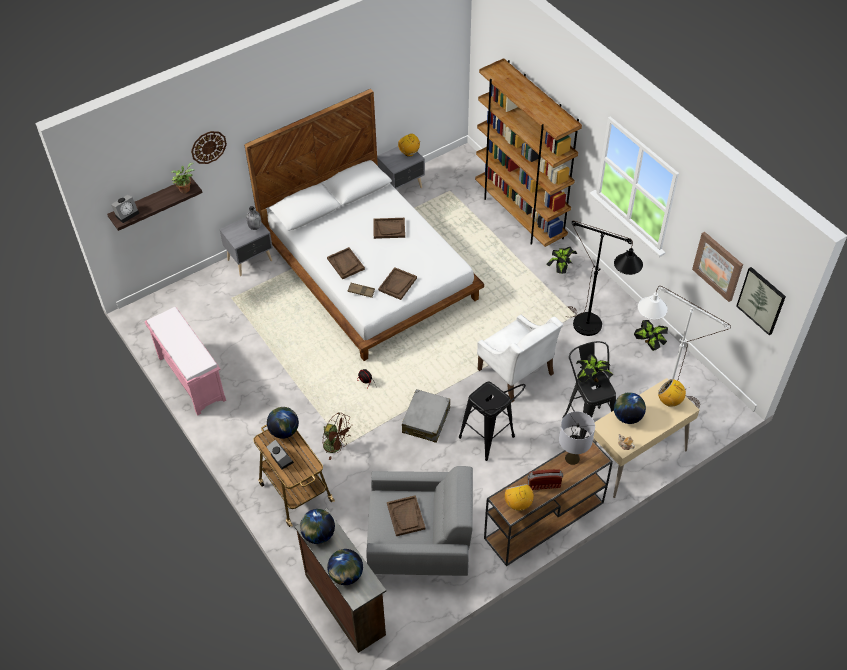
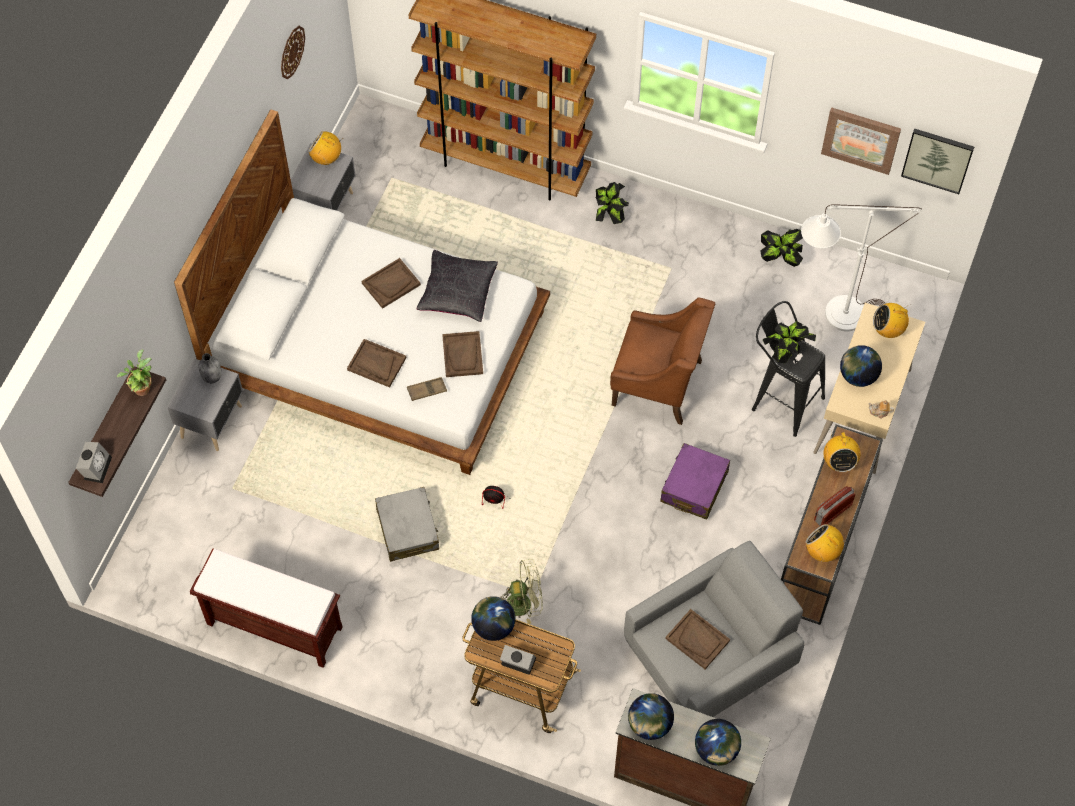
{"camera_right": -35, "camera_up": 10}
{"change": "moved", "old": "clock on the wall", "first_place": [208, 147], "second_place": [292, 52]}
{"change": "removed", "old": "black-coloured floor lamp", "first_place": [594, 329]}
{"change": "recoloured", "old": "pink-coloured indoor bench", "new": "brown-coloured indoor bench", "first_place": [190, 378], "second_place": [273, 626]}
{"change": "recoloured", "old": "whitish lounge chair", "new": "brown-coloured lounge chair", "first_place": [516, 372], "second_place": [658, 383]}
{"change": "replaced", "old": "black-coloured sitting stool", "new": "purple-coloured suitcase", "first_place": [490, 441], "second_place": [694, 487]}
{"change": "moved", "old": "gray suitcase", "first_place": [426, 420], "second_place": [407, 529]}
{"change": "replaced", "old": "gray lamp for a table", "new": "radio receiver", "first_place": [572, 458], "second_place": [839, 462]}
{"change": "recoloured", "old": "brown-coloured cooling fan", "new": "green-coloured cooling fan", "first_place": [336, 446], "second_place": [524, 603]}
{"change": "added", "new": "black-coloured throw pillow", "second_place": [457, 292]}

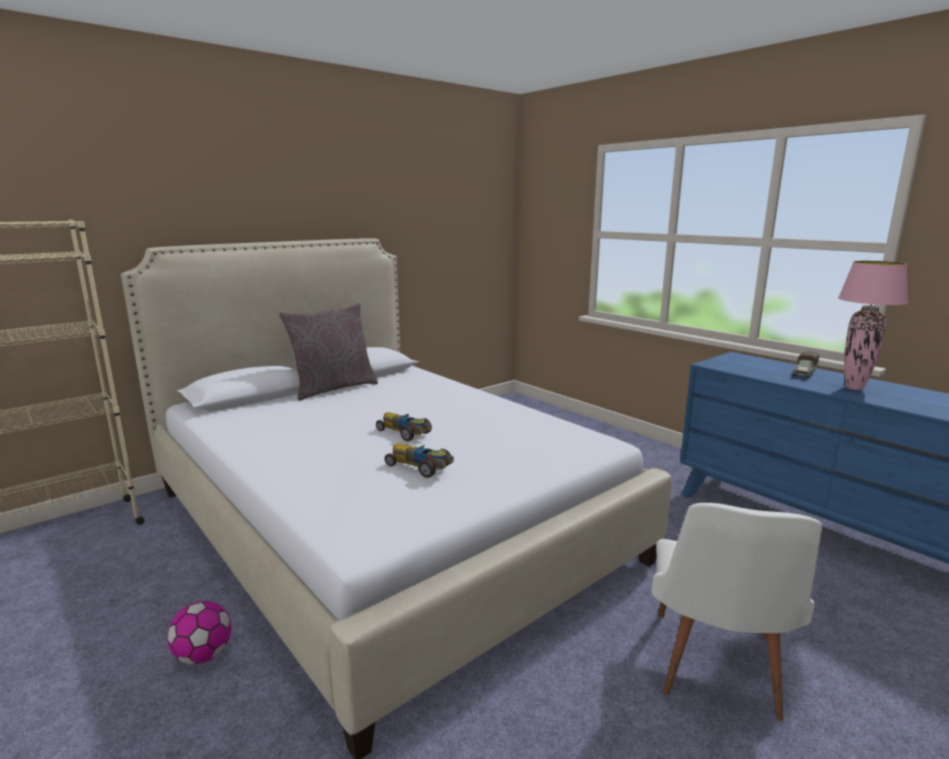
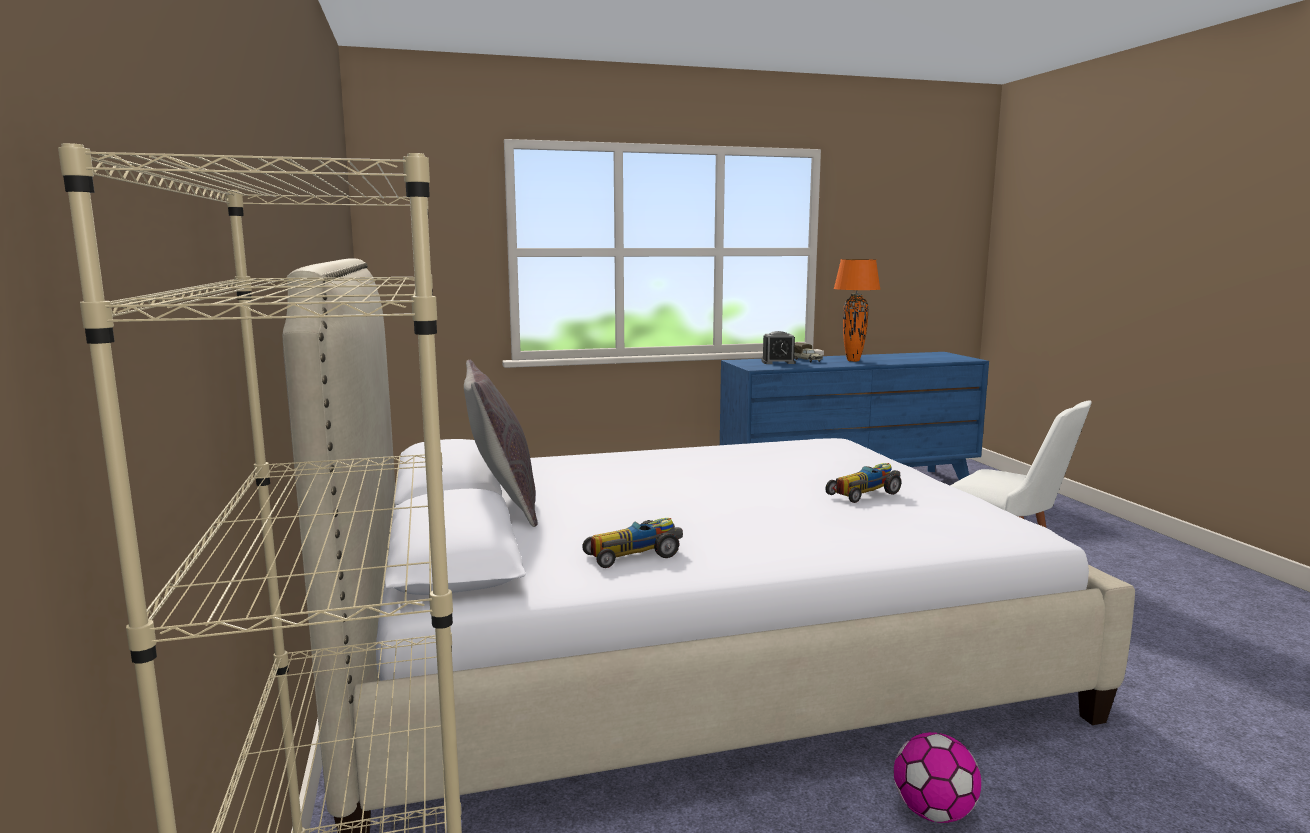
{"camera_right": -65, "camera_up": -5}
{"change": "recoloured", "old": "pink-coloured lamp for a table", "new": "orangey lamp for a table", "first_place": [855, 388], "second_place": [853, 360]}
{"change": "moved", "old": "miniature car", "first_place": [405, 433], "second_place": [635, 554]}
{"change": "added", "new": "alarm clock", "second_place": [778, 362]}

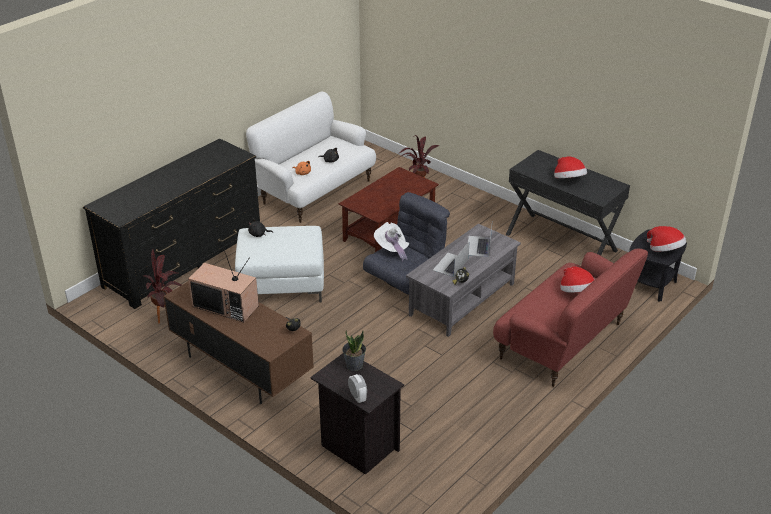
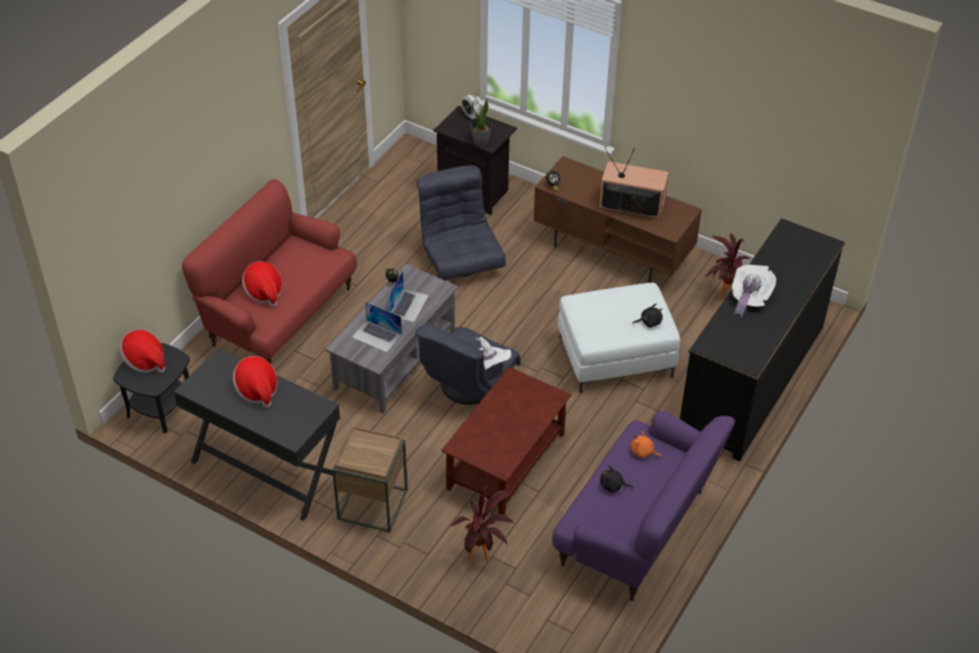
{"camera_right": 170, "camera_up": 10}
{"change": "recoloured", "old": "whitish sofa", "new": "purple-coloured sofa", "first_place": [315, 191], "second_place": [636, 530]}
{"change": "turned", "old": "notebook computer", "first_place": [478, 246], "second_place": [377, 336], "degrees": 120}
{"change": "added", "new": "gray lounge chair", "second_place": [460, 260]}
{"change": "added", "new": "whitish clothing hat", "second_place": [749, 298]}
{"change": "added", "new": "brown-coloured side table", "second_place": [372, 504]}

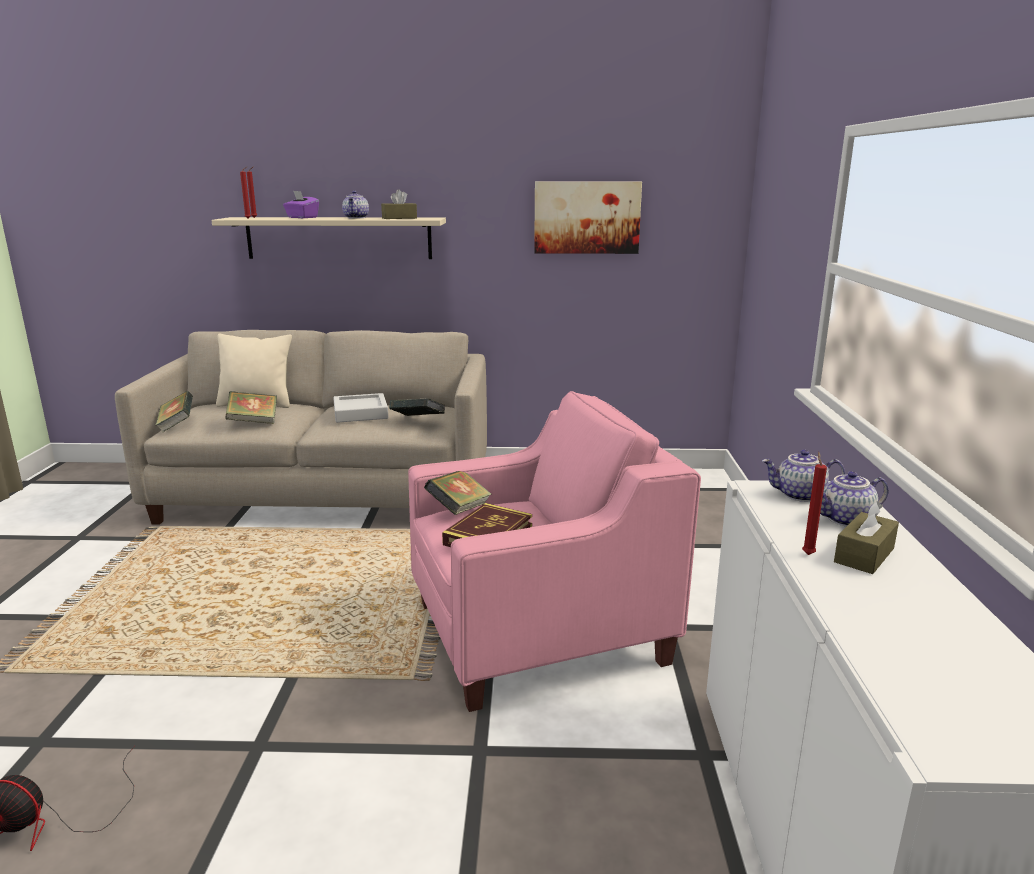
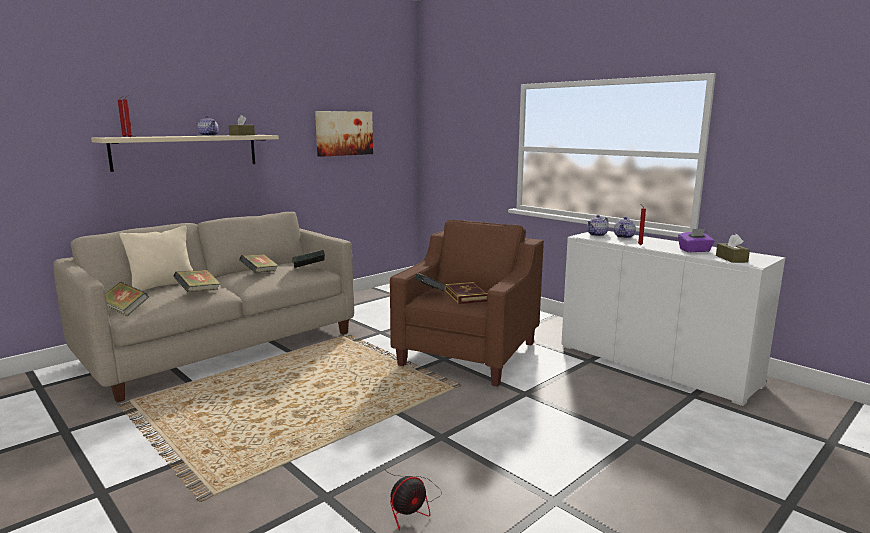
{"camera_right": -45, "camera_up": -5}
{"change": "moved", "old": "purple-coloured box of tissues", "first_place": [302, 217], "second_place": [694, 250]}
{"change": "recoloured", "old": "pink-coloured lounge chair", "new": "brown-coloured lounge chair", "first_place": [539, 633], "second_place": [469, 354]}
{"change": "replaced", "old": "gray serving tray", "new": "bound book", "first_place": [360, 413], "second_place": [260, 273]}
{"change": "moved", "old": "brown-coloured box of tissues", "first_place": [864, 555], "second_place": [731, 259]}

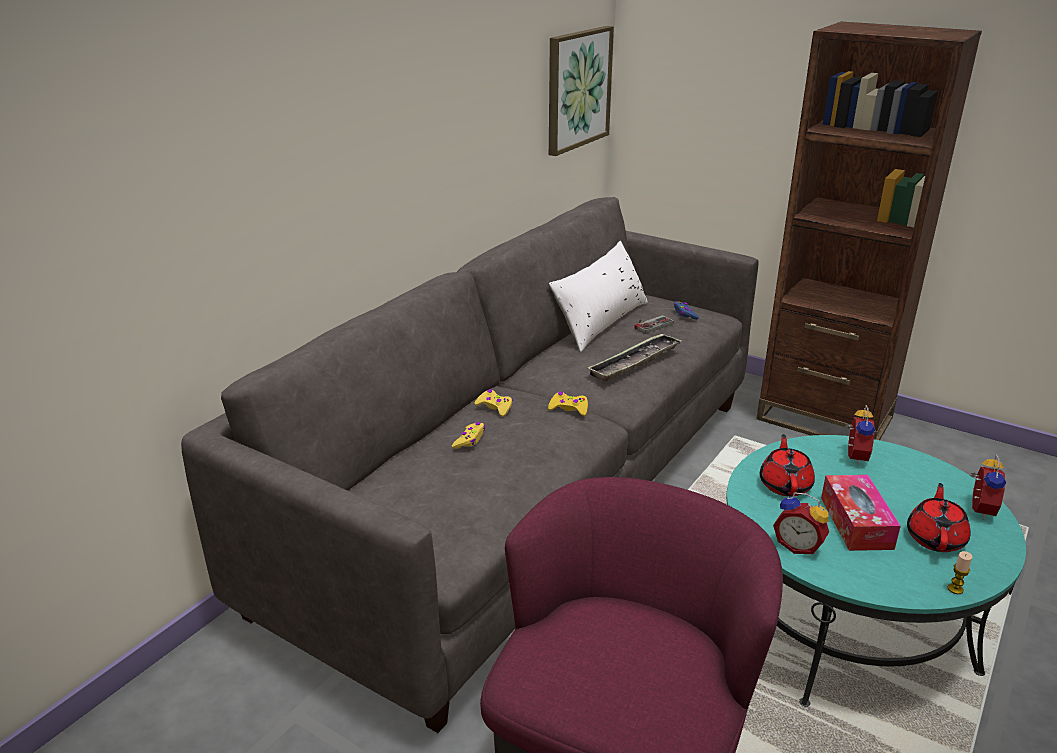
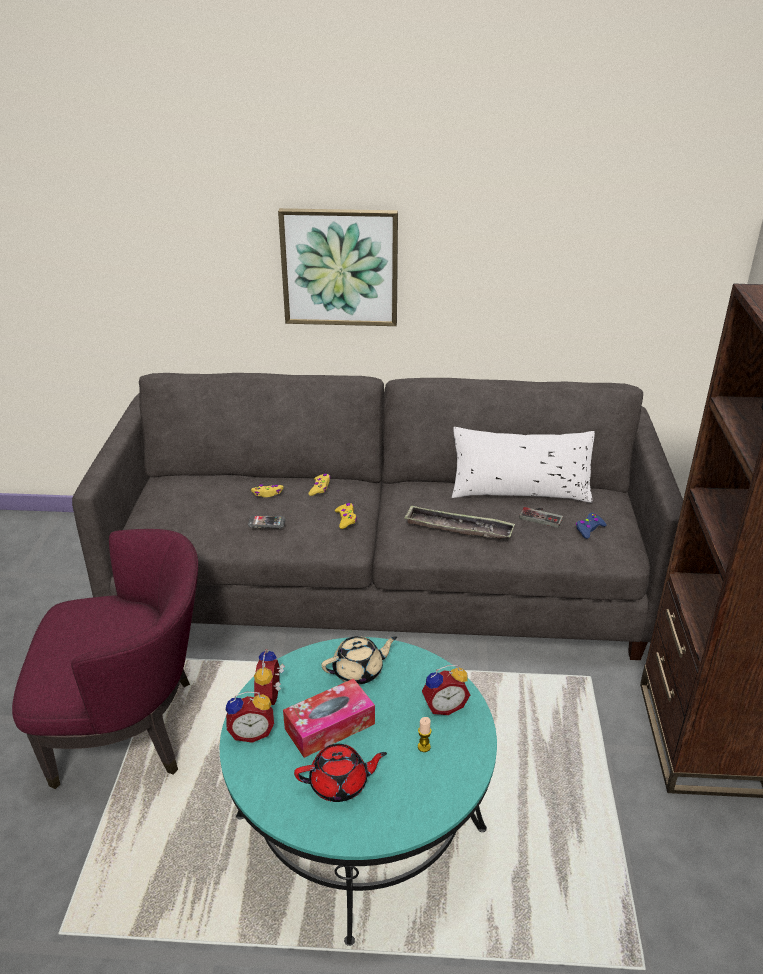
{"camera_right": 60, "camera_up": 5}
{"change": "moved", "old": "picture", "first_place": [577, 89], "second_place": [340, 267]}
{"change": "recoloured", "old": "red tea pot", "new": "sand-coloured tea pot", "first_place": [785, 485], "second_place": [359, 671]}
{"change": "moved", "old": "alarm clock", "first_place": [978, 509], "second_place": [251, 732]}
{"change": "moved", "old": "wax candle", "first_place": [955, 589], "second_place": [424, 747]}
{"change": "added", "new": "phone", "second_place": [266, 523]}

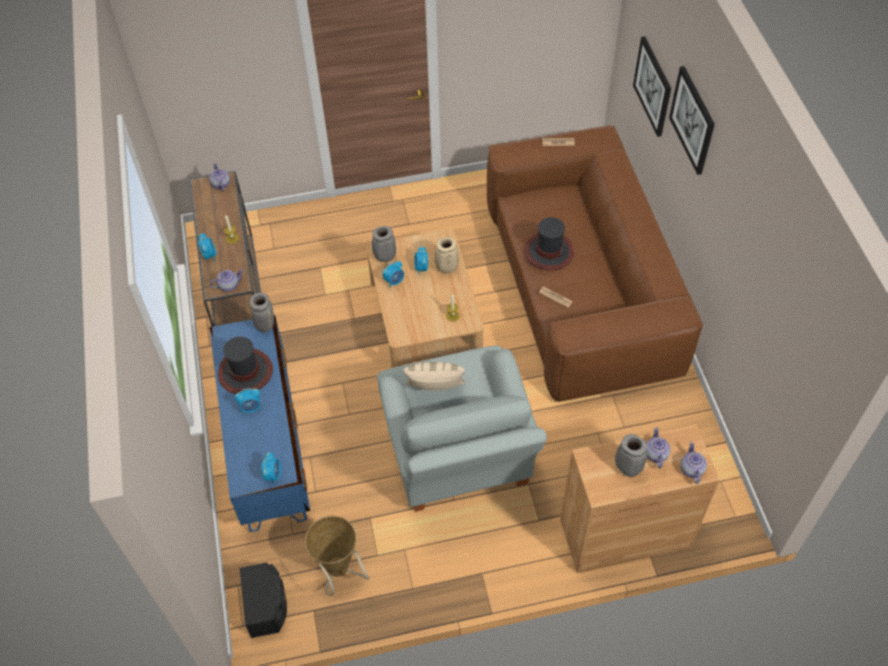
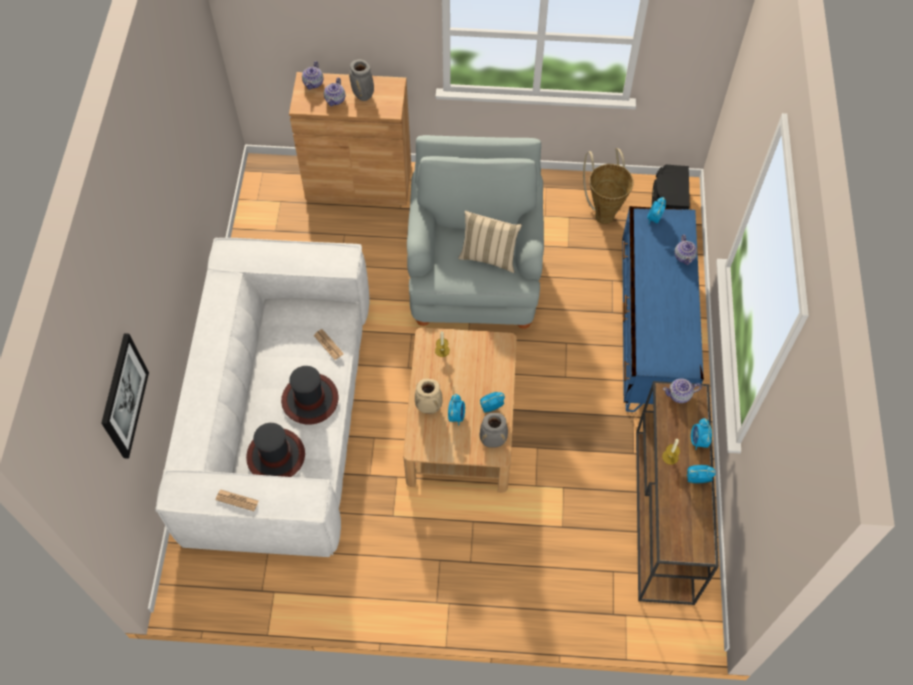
{"camera_right": -165, "camera_up": 5}
{"change": "removed", "old": "picture", "first_place": [693, 120]}
{"change": "recoloured", "old": "brown-coloured sofa", "new": "whitish sofa", "first_place": [581, 287], "second_place": [280, 416]}
{"change": "moved", "old": "tea pot", "first_place": [220, 184], "second_place": [684, 256]}
{"change": "removed", "old": "gray decorative vase", "first_place": [265, 325]}
{"change": "moved", "old": "clothing hat", "first_place": [245, 372], "second_place": [275, 456]}
{"change": "moved", "old": "alarm clock", "first_place": [251, 407], "second_place": [696, 479]}

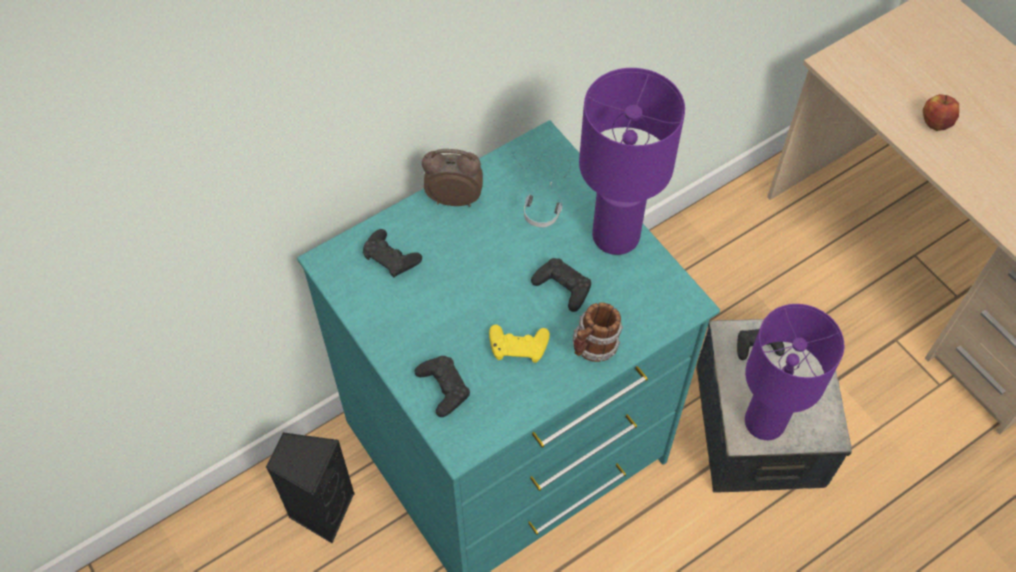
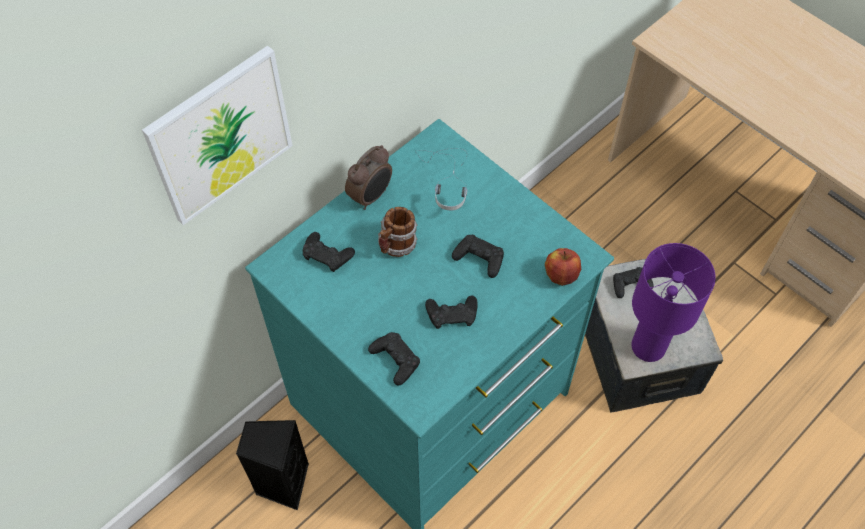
{"camera_right": -10, "camera_up": 0}
{"change": "removed", "old": "purple-coloured lamp for a table", "first_place": [614, 236]}
{"change": "moved", "old": "whole apple", "first_place": [935, 123], "second_place": [560, 275]}
{"change": "turned", "old": "alarm clock", "first_place": [454, 198], "second_place": [371, 196], "degrees": 135}
{"change": "moved", "old": "tea mug", "first_place": [593, 347], "second_place": [396, 246]}
{"change": "recoloured", "old": "yellow-coloured game controller", "new": "black-coloured game controller", "first_place": [518, 346], "second_place": [452, 314]}
{"change": "added", "new": "picture", "second_place": [220, 135]}

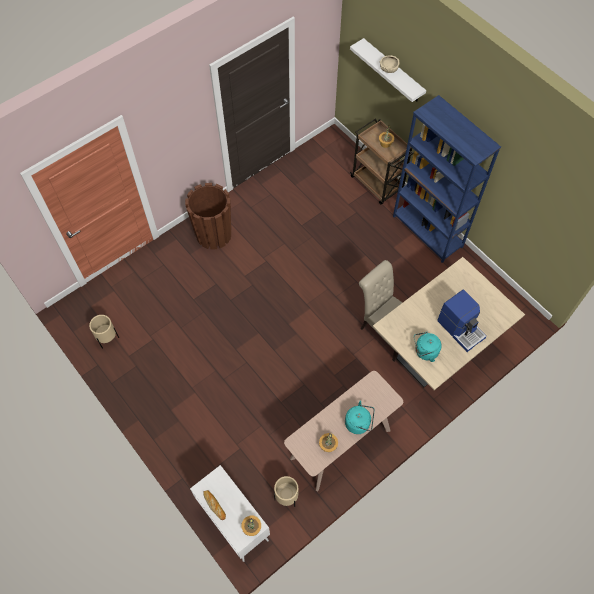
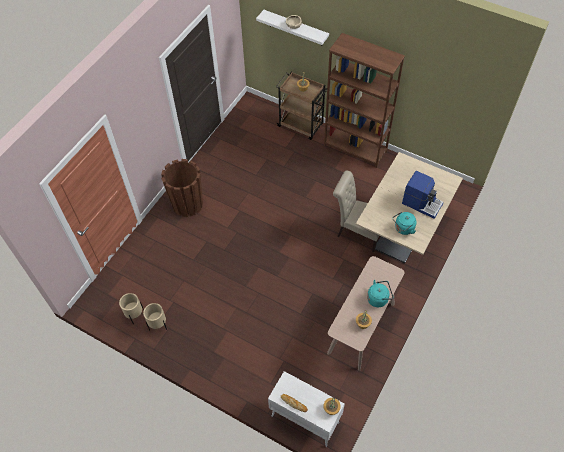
{"camera_right": -20, "camera_up": -5}
{"change": "recoloured", "old": "blue shelving unit", "new": "brown-coloured shelving unit", "first_place": [427, 231], "second_place": [355, 148]}
{"change": "moved", "old": "sand-coloured planter", "first_place": [286, 497], "second_place": [158, 325]}

